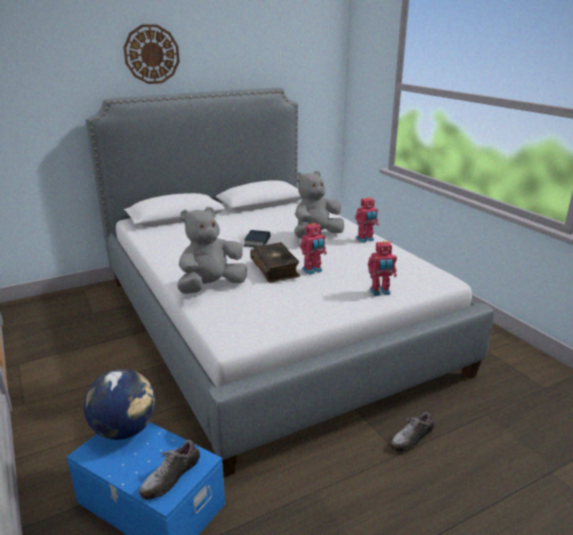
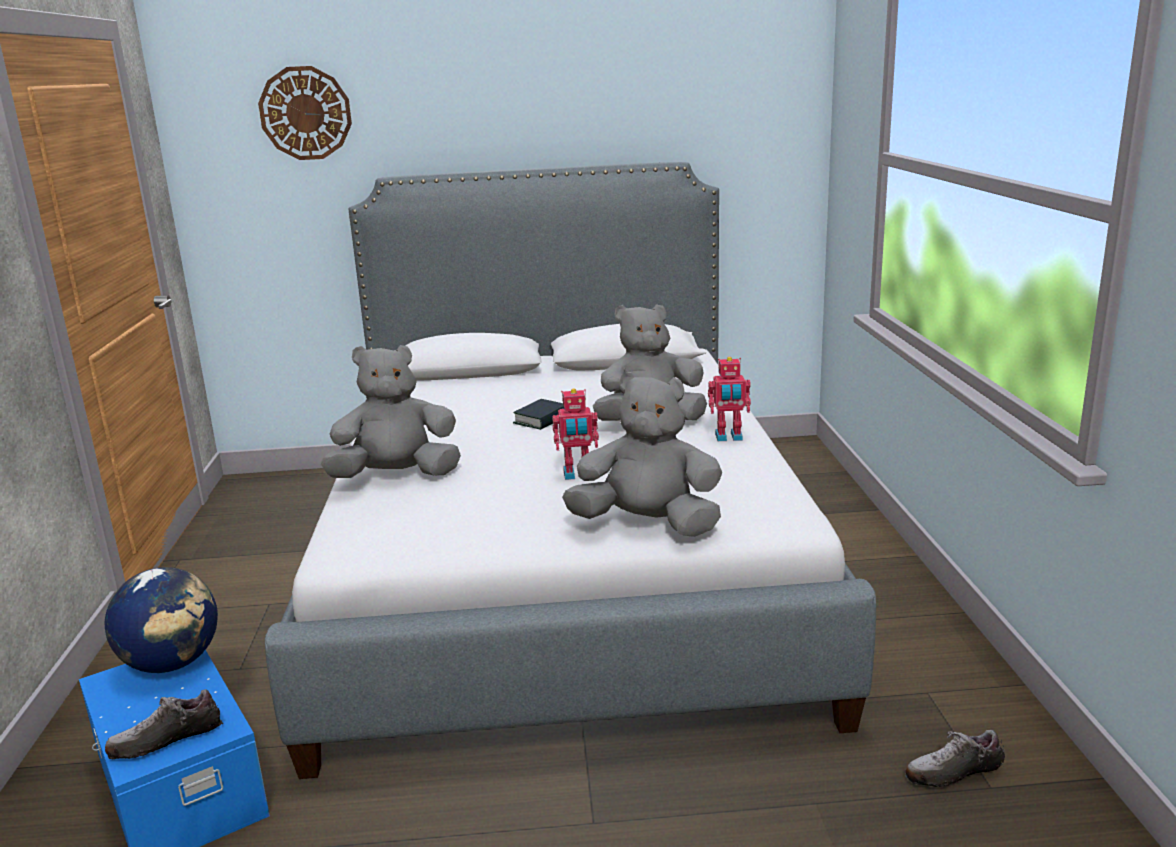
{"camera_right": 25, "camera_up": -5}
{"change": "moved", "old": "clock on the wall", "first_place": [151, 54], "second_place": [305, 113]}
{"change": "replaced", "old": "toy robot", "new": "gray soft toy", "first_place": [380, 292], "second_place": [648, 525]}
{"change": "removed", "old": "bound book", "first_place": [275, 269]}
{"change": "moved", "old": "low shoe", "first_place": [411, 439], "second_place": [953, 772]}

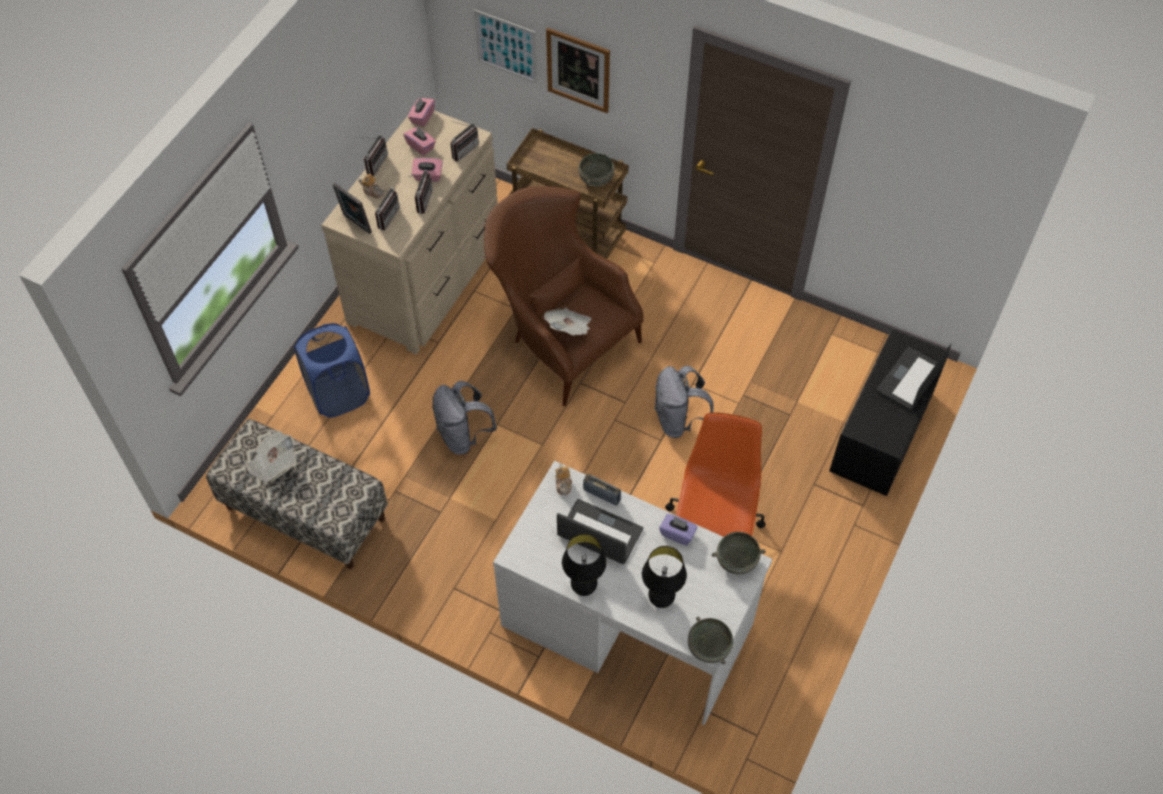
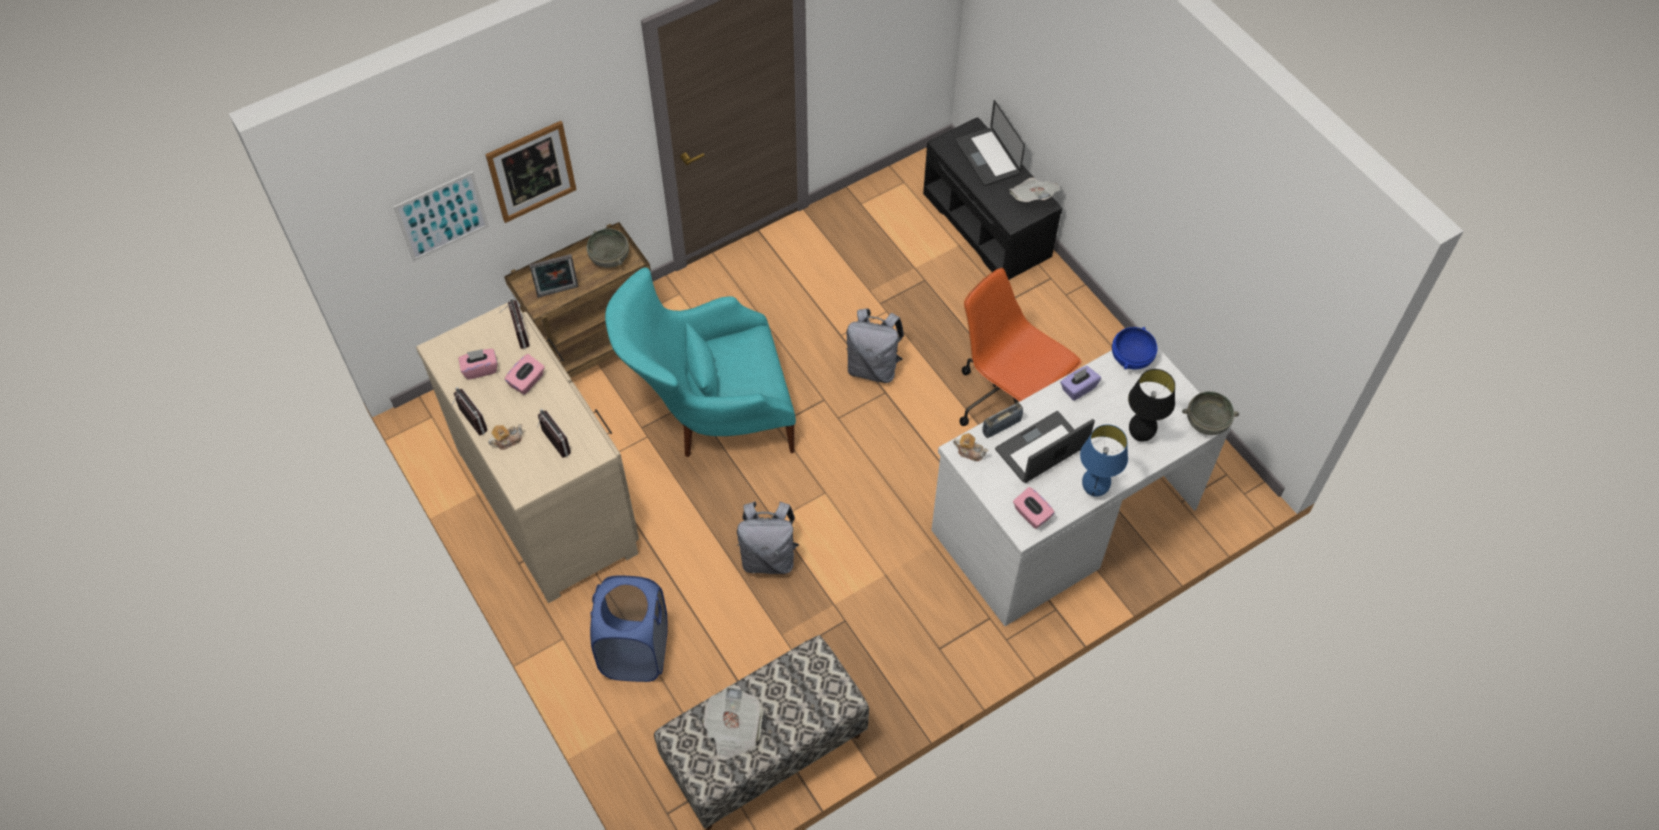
{"camera_right": -60, "camera_up": 0}
{"change": "moved", "old": "pink-coloured box of tissues", "first_place": [422, 117], "second_place": [1031, 514]}
{"change": "removed", "old": "radio receiver", "first_place": [421, 200]}
{"change": "moved", "old": "picture frame", "first_place": [355, 225], "second_place": [558, 293]}
{"change": "recoloured", "old": "brown-coloured lounge chair", "new": "turquoise lounge chair", "first_place": [560, 337], "second_place": [710, 415]}
{"change": "moved", "old": "daily paper", "first_place": [569, 328], "second_place": [1032, 198]}
{"change": "recoloured", "old": "gray serving bowl", "new": "blue serving bowl", "first_place": [737, 560], "second_place": [1130, 358]}
{"change": "recoloured", "old": "black-coloured lamp for a table", "new": "blue lamp for a table", "first_place": [584, 588], "second_place": [1094, 490]}

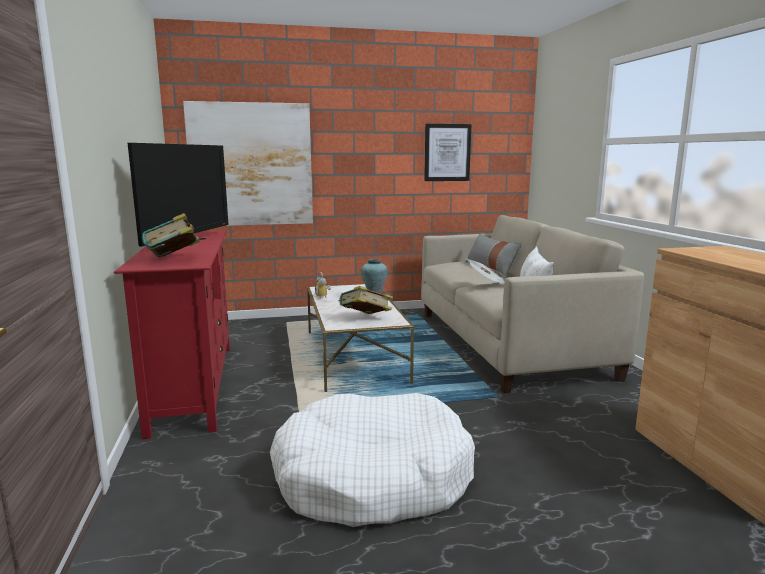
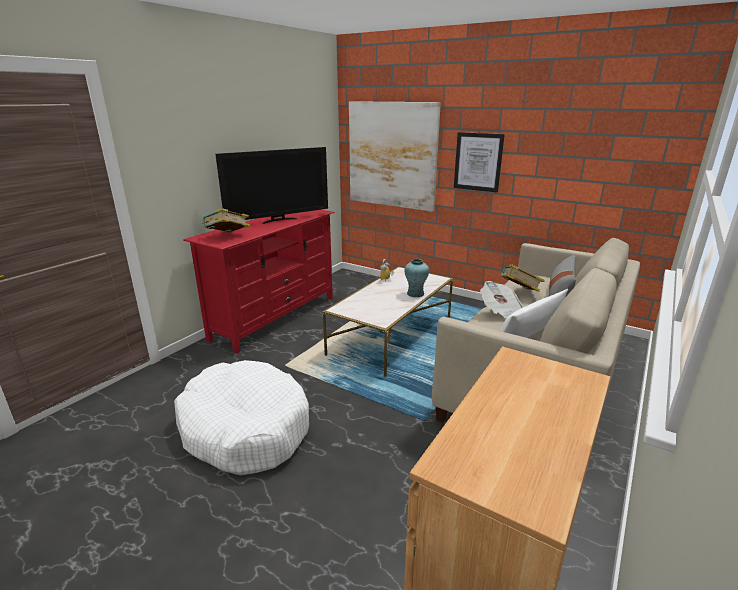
{"camera_right": 45, "camera_up": 10}
{"change": "moved", "old": "picture", "first_place": [447, 152], "second_place": [478, 162]}
{"change": "moved", "old": "bound book", "first_place": [365, 318], "second_place": [518, 292]}

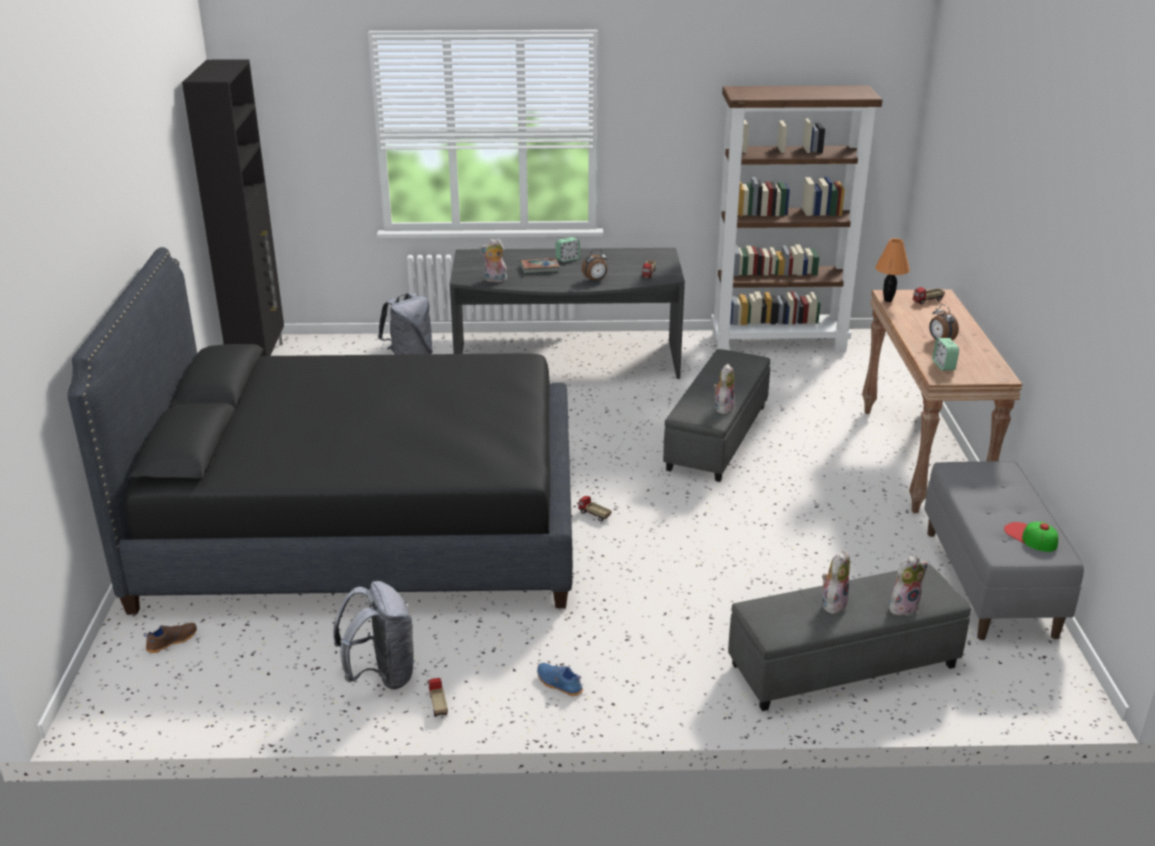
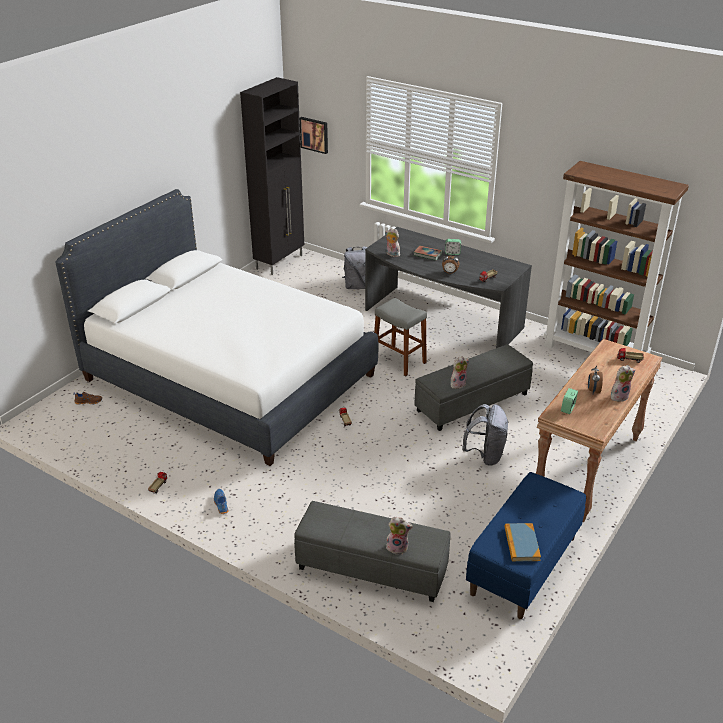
{"camera_right": 35, "camera_up": 5}
{"change": "removed", "old": "orangey lamp for a table", "first_place": [887, 300]}
{"change": "recoloured", "old": "black-coloured sleeping bed", "new": "whitish sleeping bed", "first_place": [364, 523], "second_place": [229, 377]}
{"change": "recoloured", "old": "gray indoor bench", "new": "blue indoor bench", "first_place": [990, 583], "second_place": [524, 566]}
{"change": "replaced", "old": "peaked cap", "new": "bound book", "first_place": [1030, 537], "second_place": [521, 544]}
{"change": "moved", "old": "soft toy", "first_place": [833, 603], "second_place": [619, 396]}
{"change": "moved", "old": "gray backpack", "first_place": [381, 675], "second_place": [485, 455]}
{"change": "added", "new": "picture", "second_place": [314, 134]}
{"change": "added", "new": "gray sitting stool", "second_place": [399, 361]}

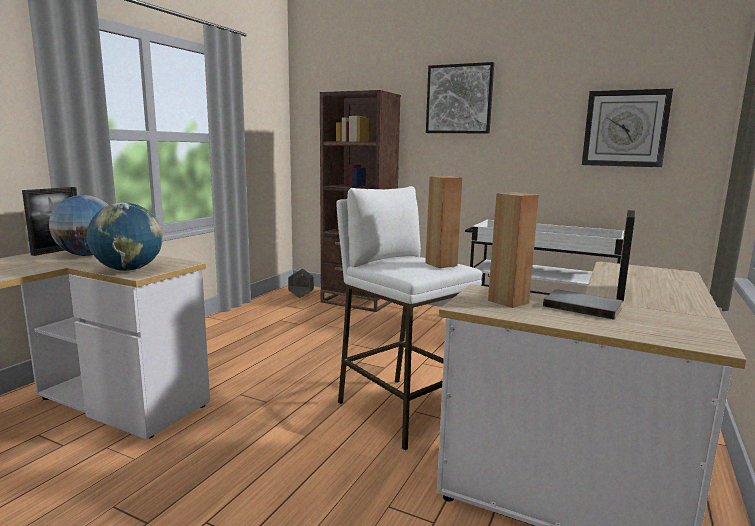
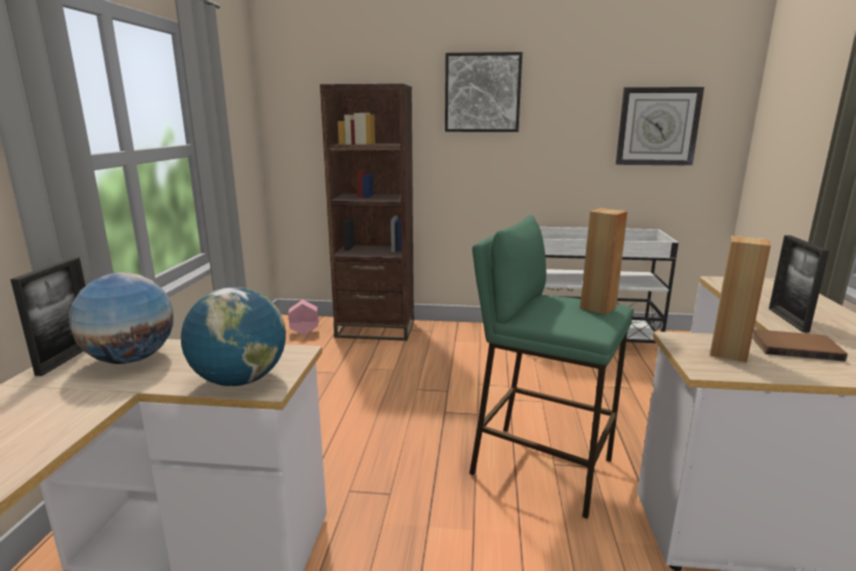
{"camera_right": -20, "camera_up": 5}
{"change": "recoloured", "old": "whitish sitting stool", "new": "green-coloured sitting stool", "first_place": [401, 410], "second_place": [541, 466]}
{"change": "recoloured", "old": "gray planter", "new": "pink-coloured planter", "first_place": [301, 296], "second_place": [304, 333]}
{"change": "recoloured", "old": "gray bound book", "new": "brown-coloured bound book", "first_place": [583, 306], "second_place": [794, 347]}

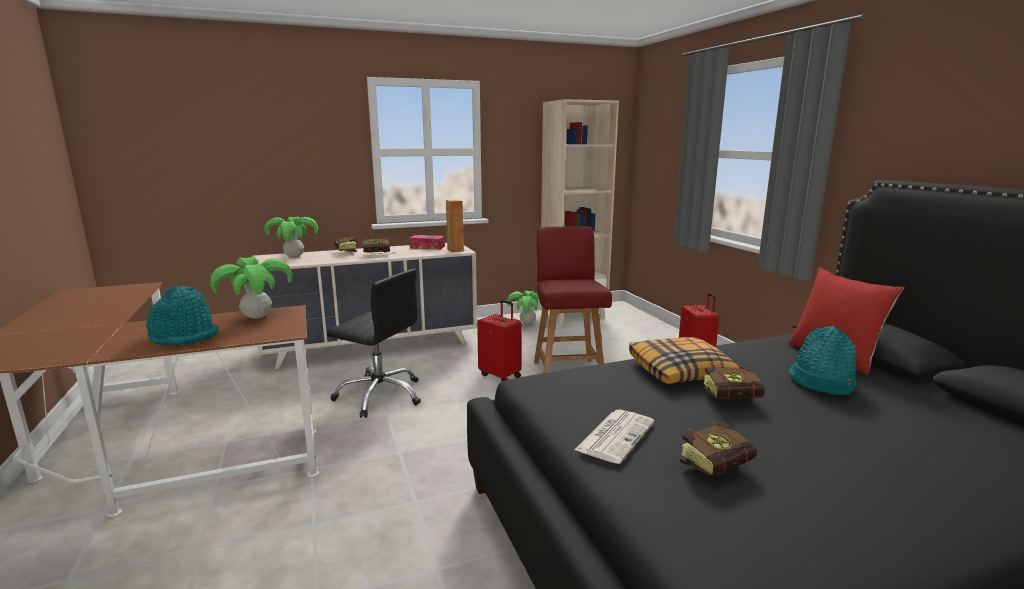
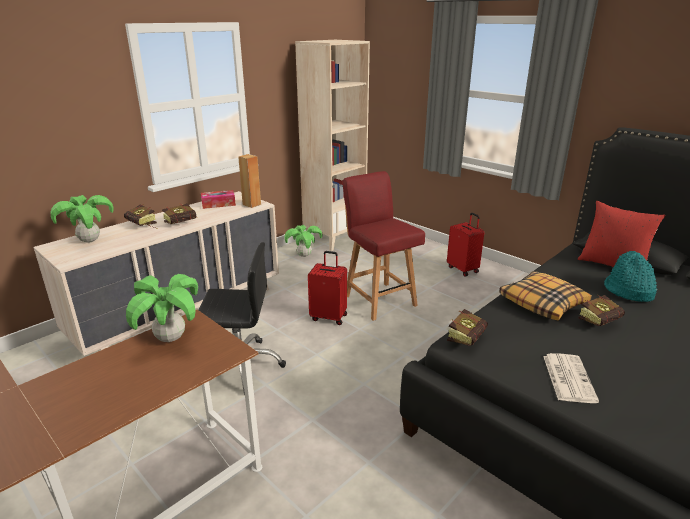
{"camera_right": -25, "camera_up": 10}
{"change": "removed", "old": "turquoise clothing hat", "first_place": [185, 337]}
{"change": "moved", "old": "bound book", "first_place": [721, 467], "second_place": [467, 337]}

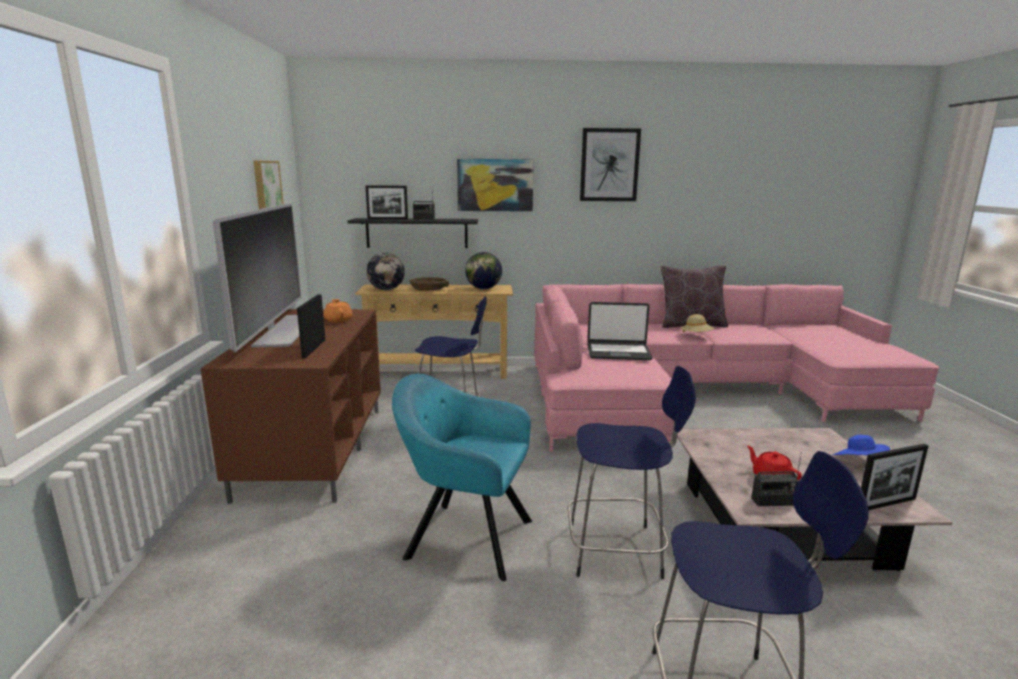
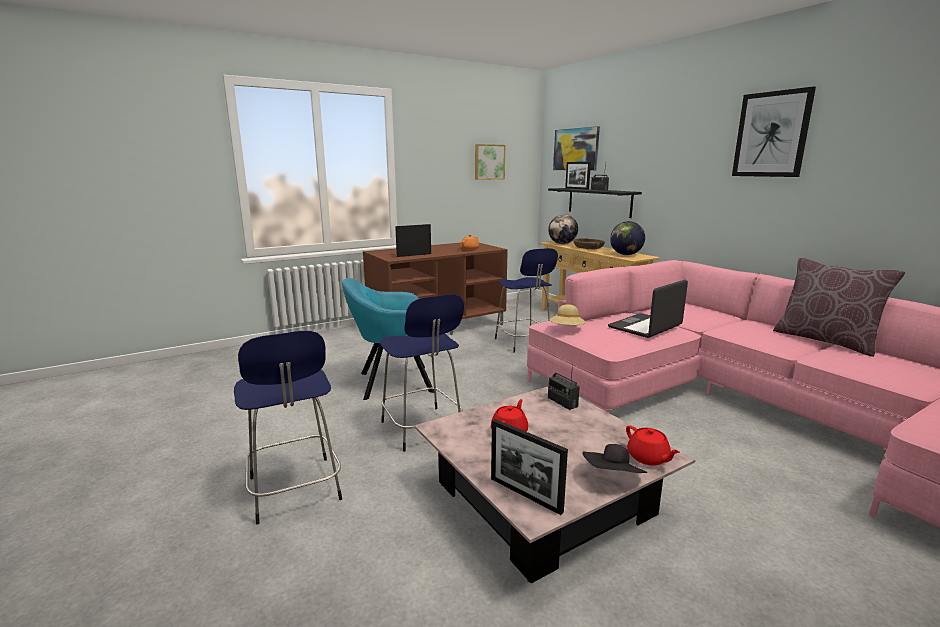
{"camera_right": 60, "camera_up": 0}
{"change": "moved", "old": "picture", "first_place": [495, 185], "second_place": [576, 149]}
{"change": "removed", "old": "TV", "first_place": [285, 330]}
{"change": "turned", "old": "notebook computer", "first_place": [618, 352], "second_place": [646, 327], "degrees": 75}
{"change": "moved", "old": "sand-coloured clothing hat", "first_place": [696, 336], "second_place": [567, 329]}
{"change": "turned", "old": "turquoise lounge chair", "first_place": [464, 537], "second_place": [392, 382], "degrees": -90}
{"change": "recoloured", "old": "blue clothing hat", "new": "black-coloured clothing hat", "first_place": [858, 463], "second_place": [613, 478]}
{"change": "moved", "old": "radio receiver", "first_place": [773, 502], "second_place": [562, 402]}
{"change": "added", "new": "red tea pot", "second_place": [648, 458]}

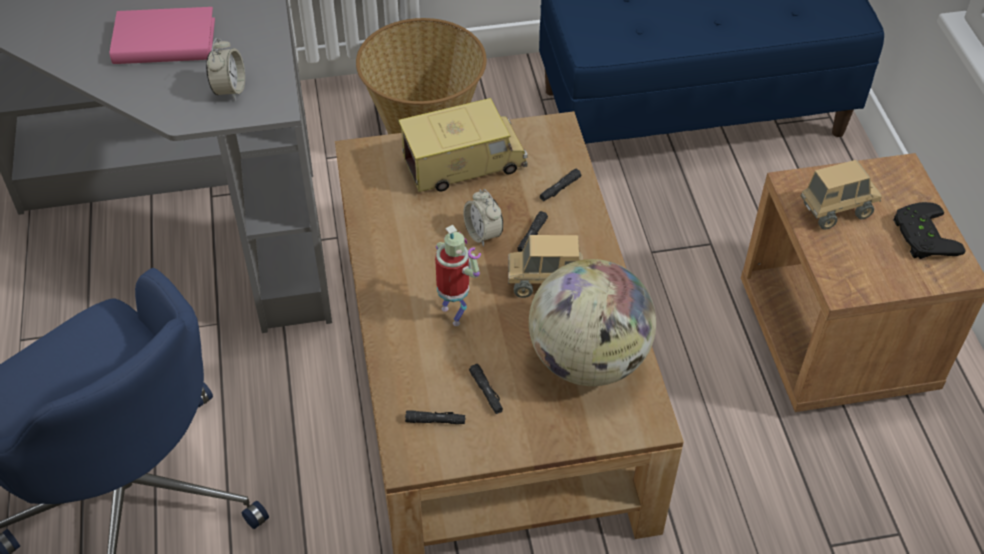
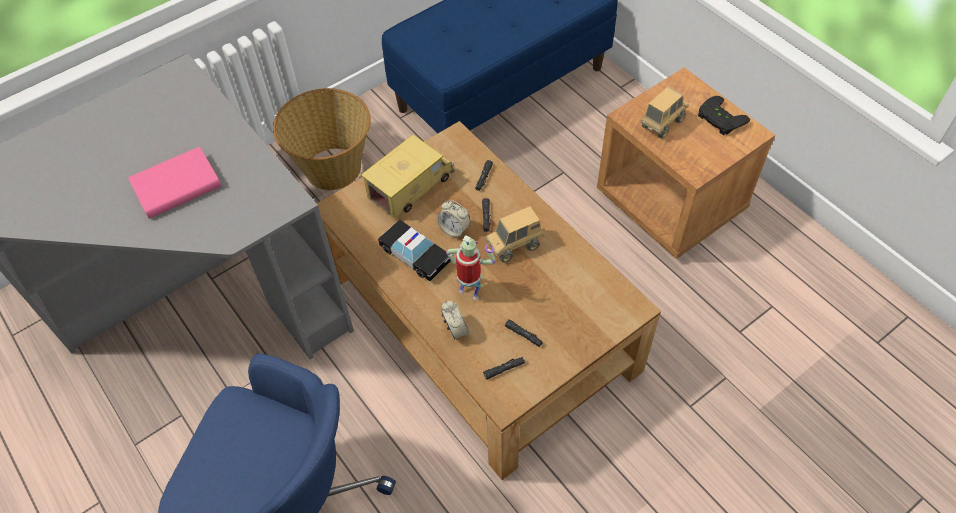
{"camera_right": -25, "camera_up": 5}
{"change": "moved", "old": "alarm clock", "first_place": [229, 90], "second_place": [456, 330]}
{"change": "removed", "old": "globe", "first_place": [588, 360]}
{"change": "added", "new": "miniature car", "second_place": [415, 255]}

